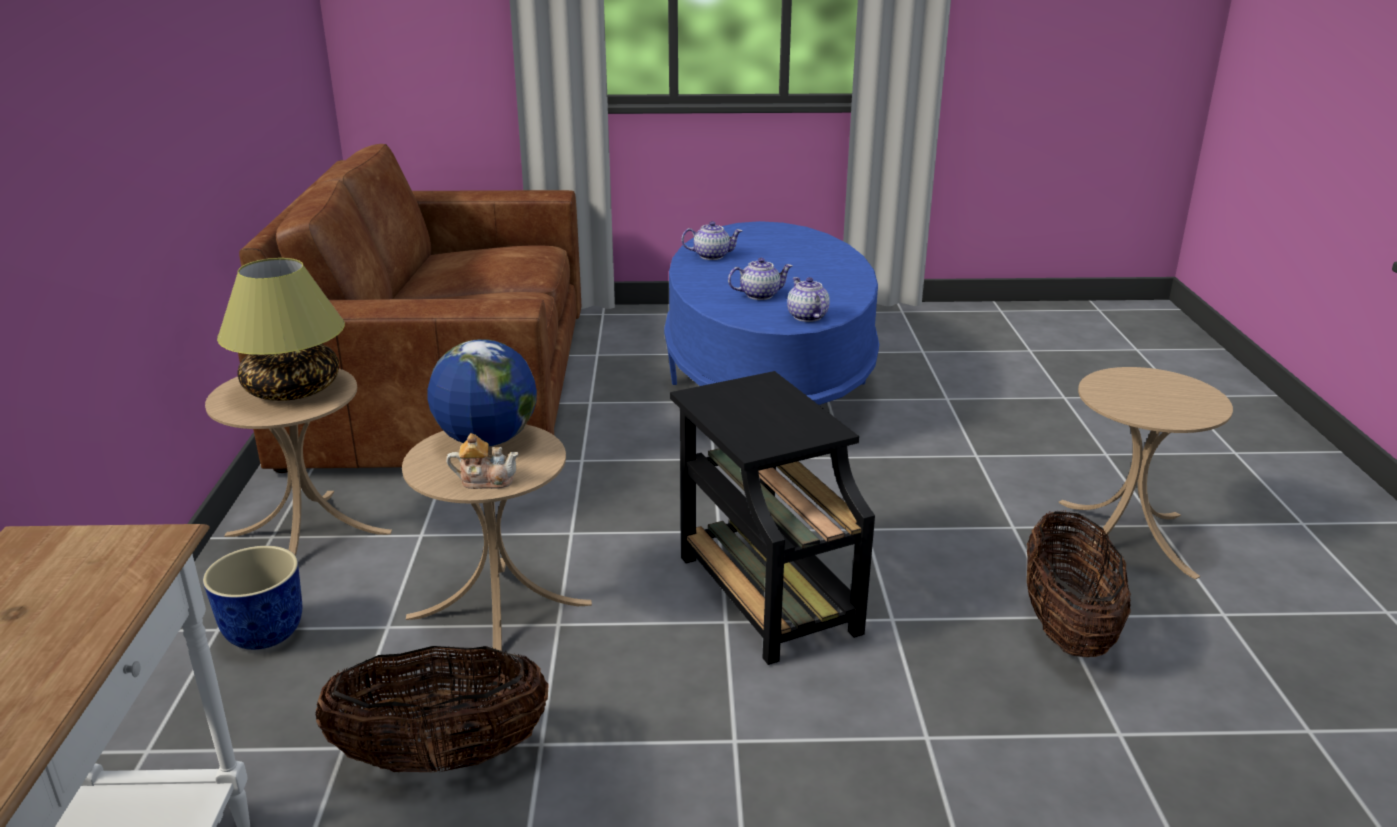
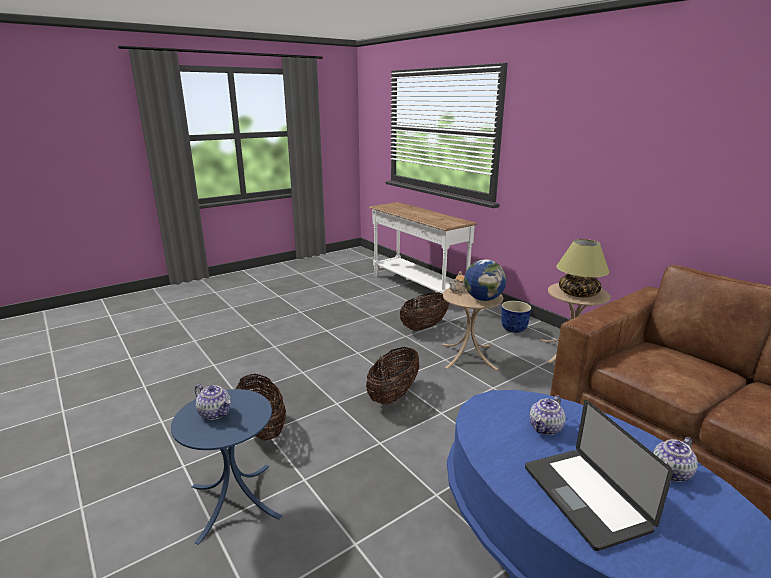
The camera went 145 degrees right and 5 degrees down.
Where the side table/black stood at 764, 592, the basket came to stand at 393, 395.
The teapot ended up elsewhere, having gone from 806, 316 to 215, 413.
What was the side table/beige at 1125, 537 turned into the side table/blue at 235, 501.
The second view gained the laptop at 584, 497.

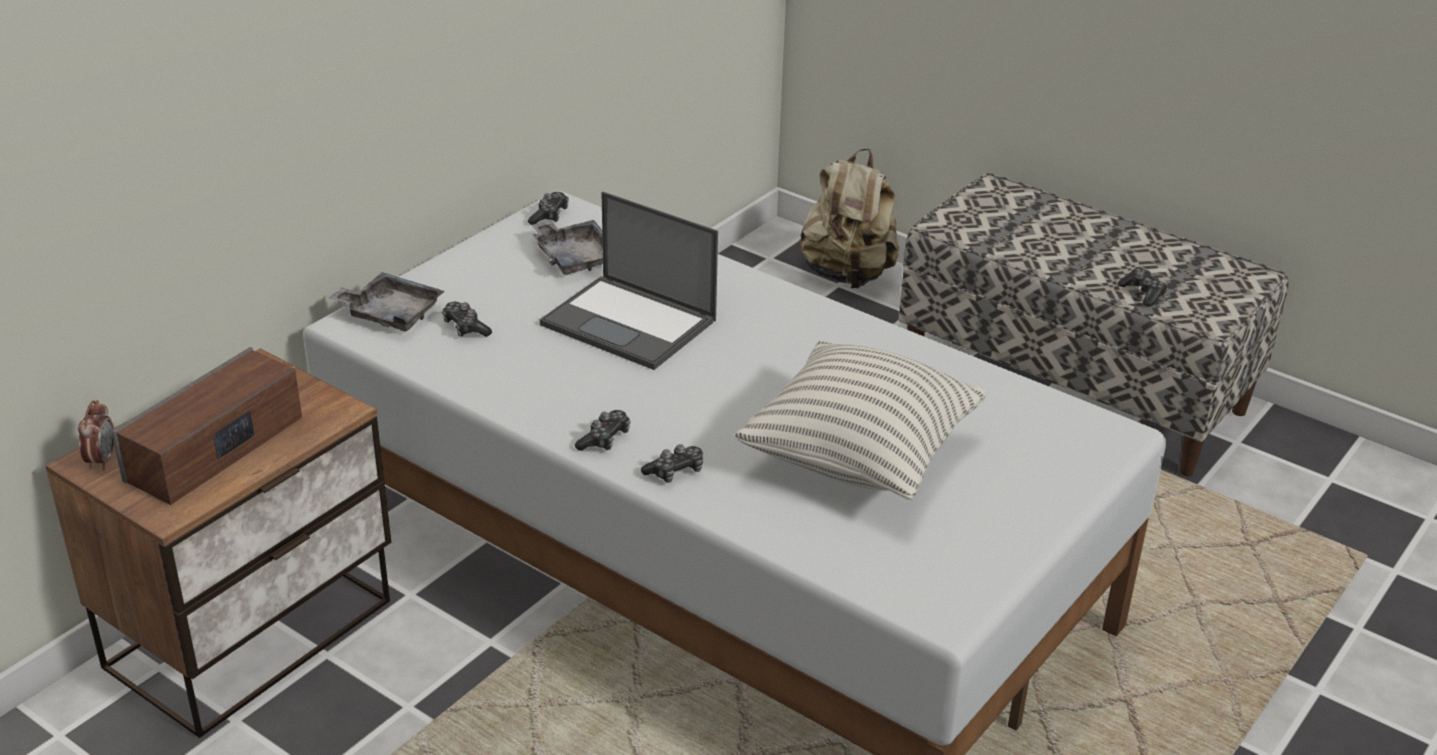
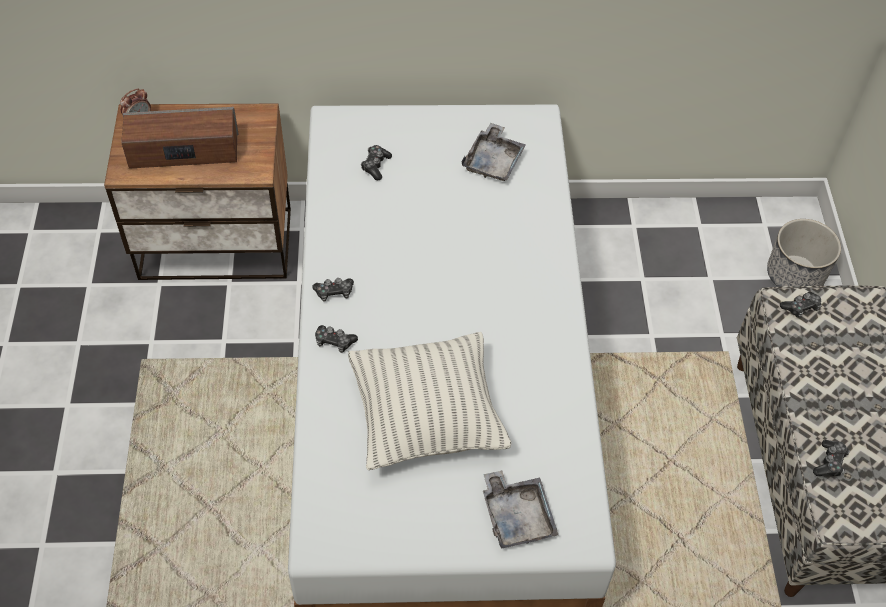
The camera went 50 degrees right and 20 degrees up.
The tray/grey ended up elsewhere, having gone from 390, 313 to 517, 515.
The game controller ended up elsewhere, having gone from 549, 216 to 800, 307.
The second view lost the laptop at 631, 323.
Where the backpack/beige stood at 848, 275, the planter came to stand at 795, 275.

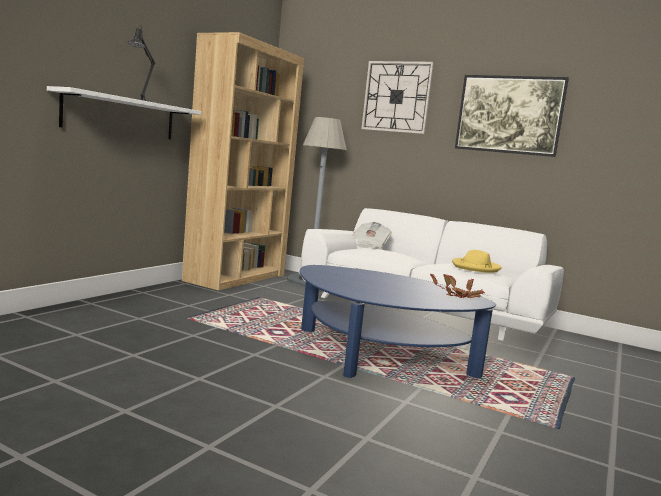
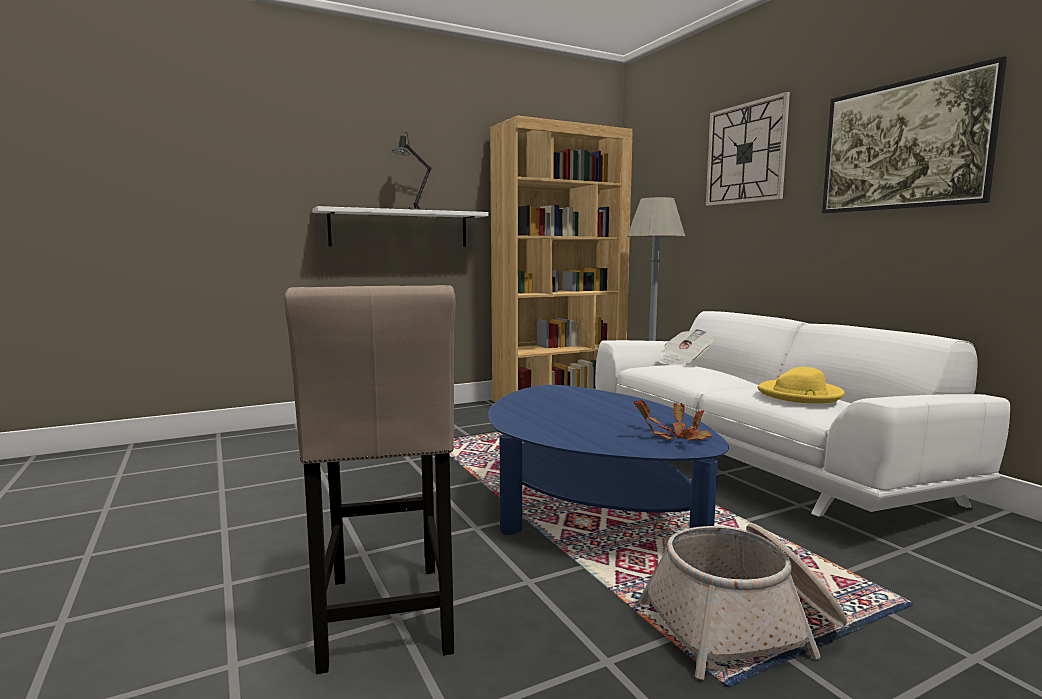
The camera went 35 degrees right and 0 degrees up.
The second view gained the stool/beige at 385, 621.
The second view gained the basket at 743, 626.

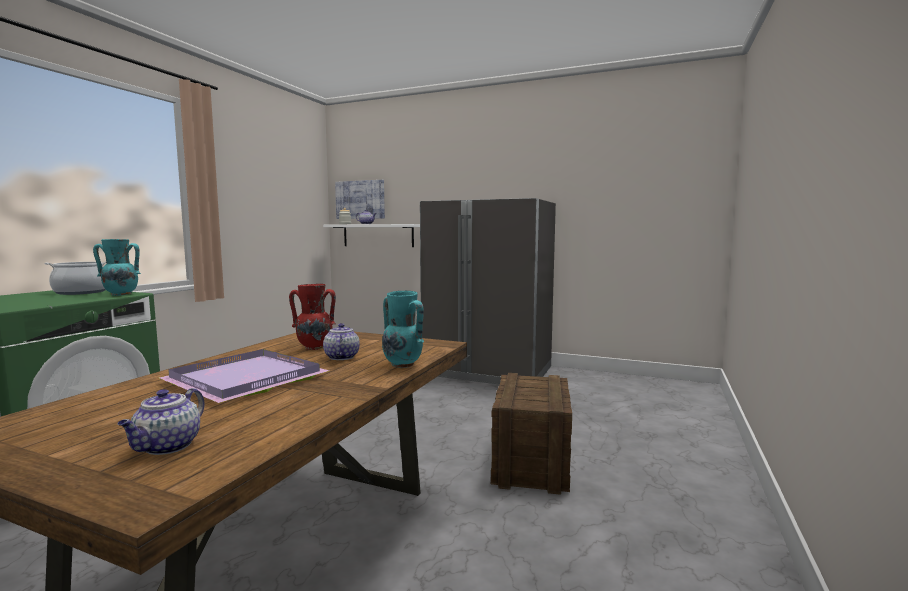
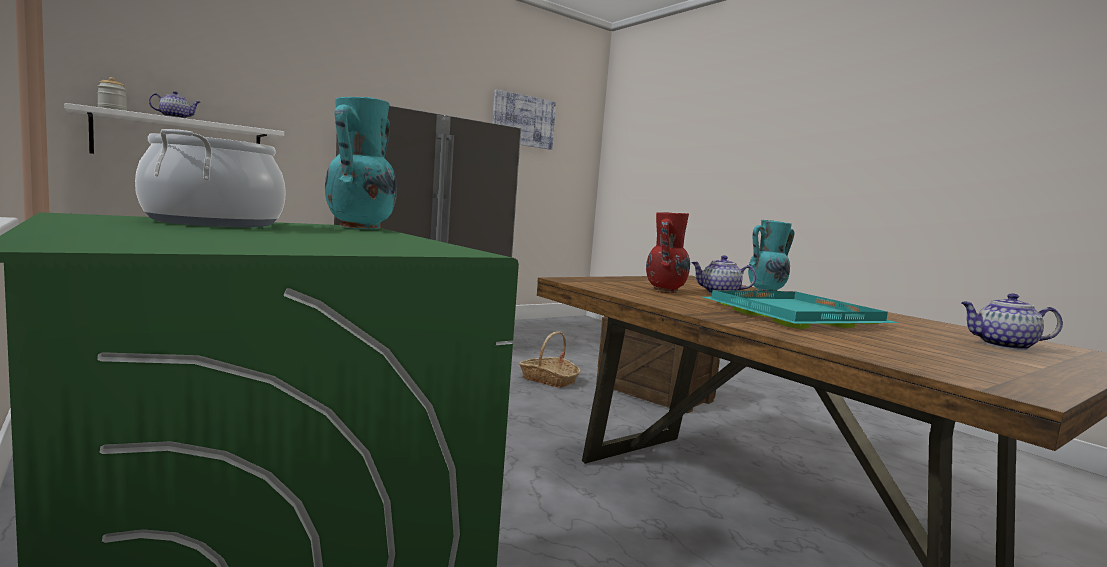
The camera went 60 degrees left and 0 degrees up.
The teapot at 167, 447 ended up facing another way, 150 degrees clockwise from before.
What was the tray/purple at 243, 379 turned into the tray/turquoise at 793, 315.
The picture ended up elsewhere, having gone from 360, 199 to 523, 121.
The second view gained the basket at 549, 380.

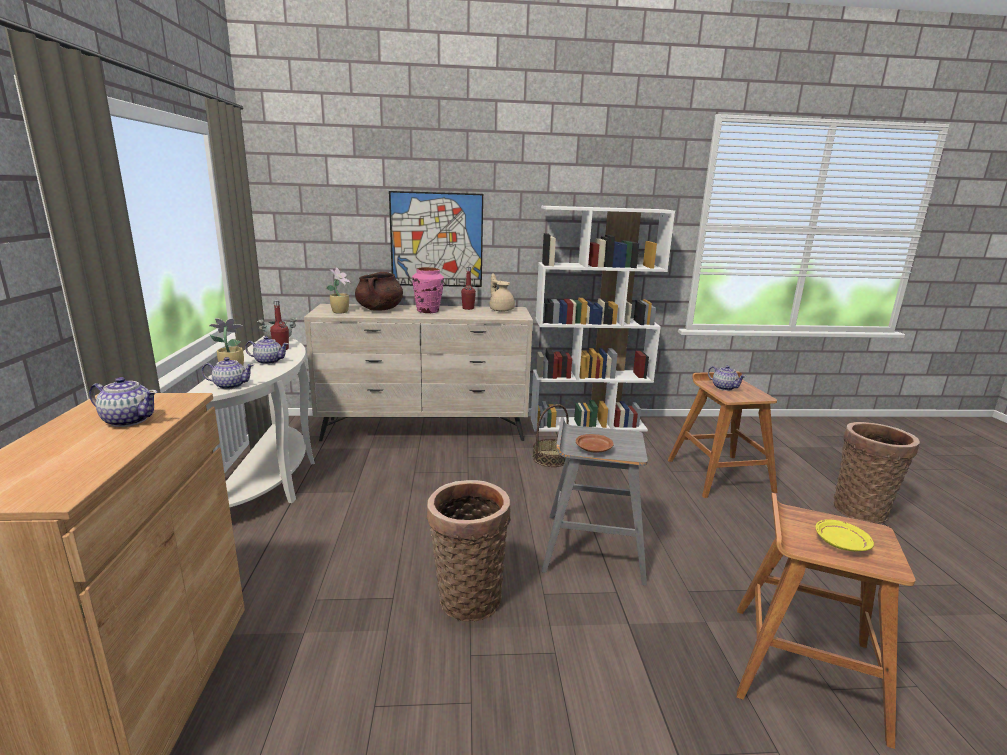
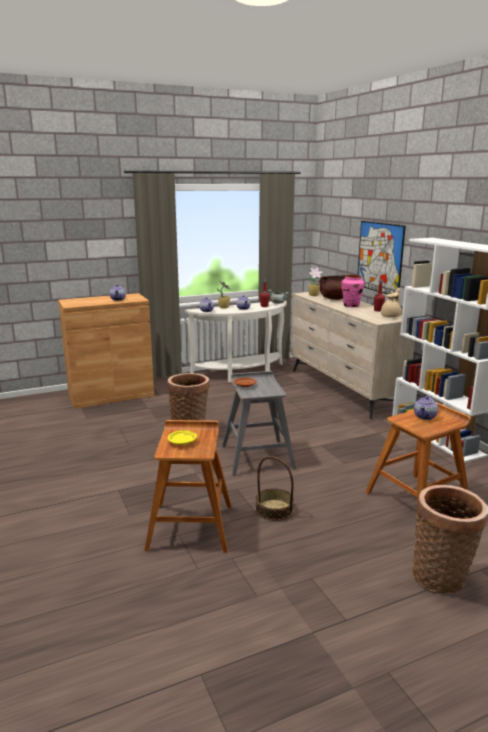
The camera went 70 degrees right and 0 degrees up.
The basket ended up elsewhere, having gone from 550, 458 to 274, 509.

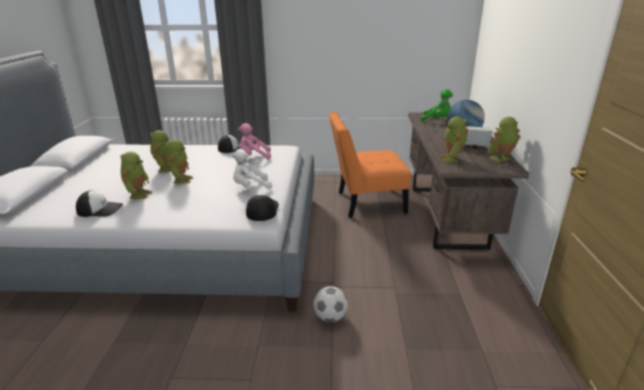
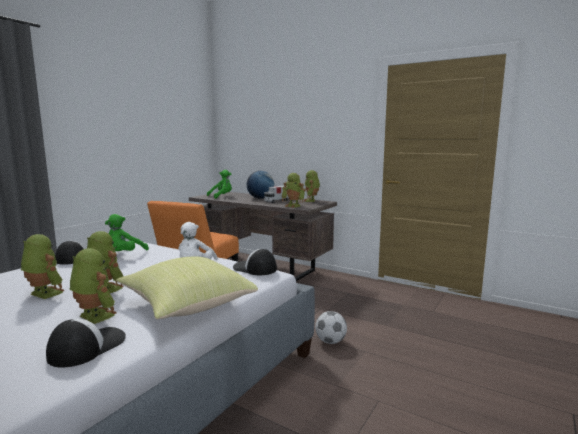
The camera went 60 degrees left and 15 degrees down.
What was the plush toy/pink at 254, 157 turned into the plush toy/green at 124, 254.
The second view gained the pillow/yellow at 185, 306.

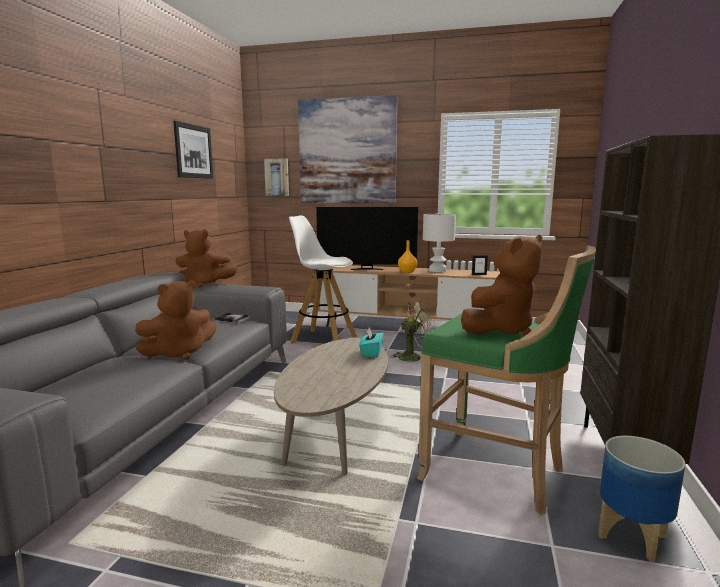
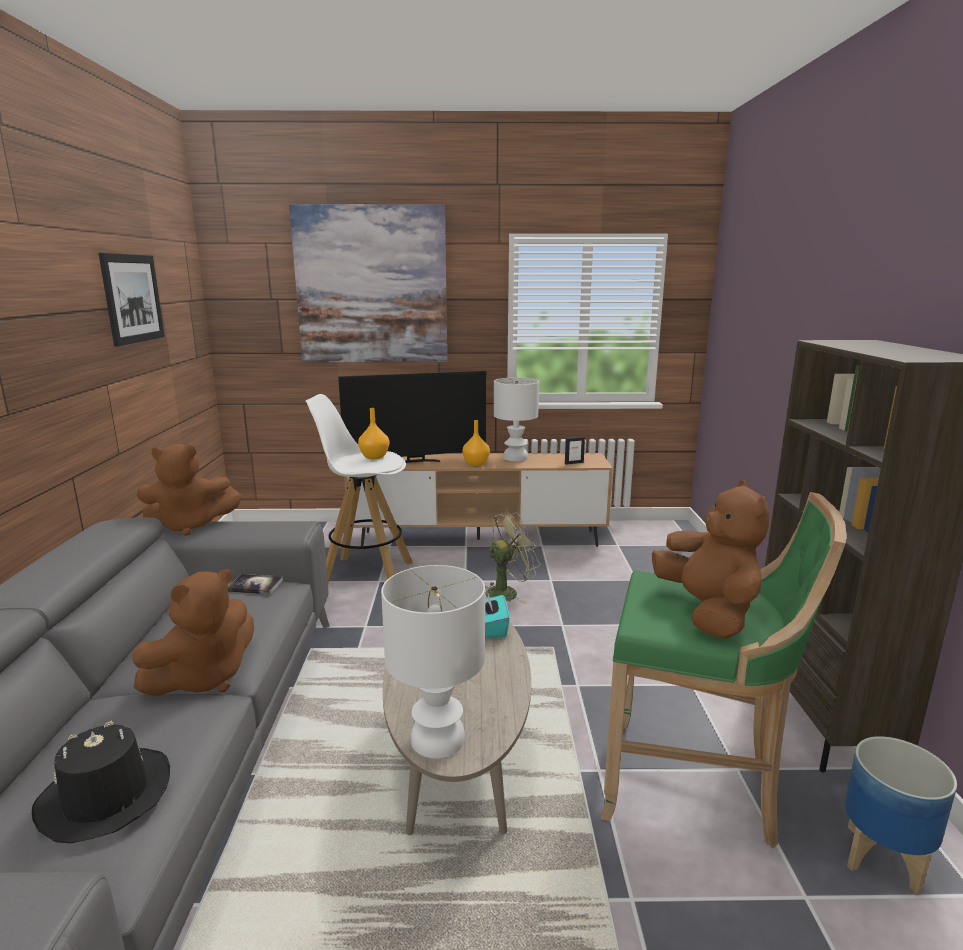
The camera went 15 degrees left and 5 degrees up.
The second view lost the picture at 277, 177.
The plush toy/brown at 500, 330 ended up facing another way, 45 degrees counterclockwise from before.
The second view gained the hat/black at 105, 797.
The second view gained the vase/orange at 374, 457.
The second view gained the table lamp/white at 437, 740.

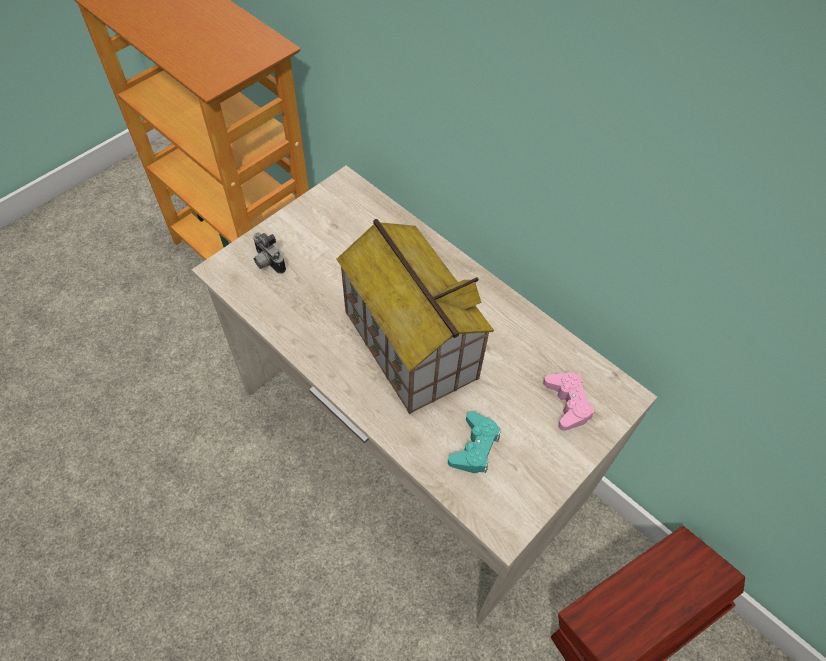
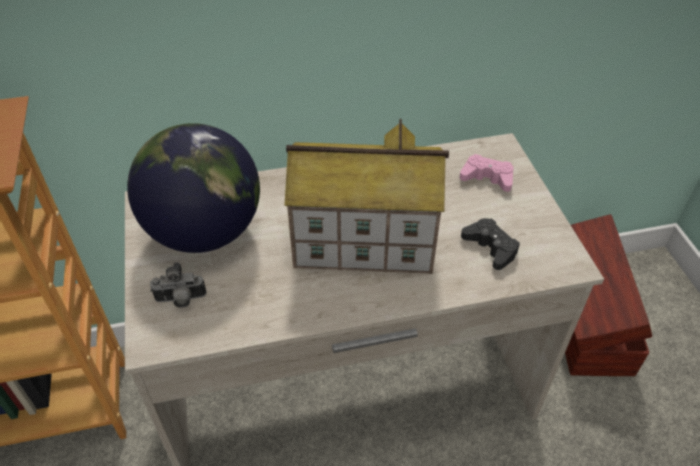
The camera went 55 degrees left and 10 degrees down.
What was the game controller/turquoise at 474, 447 turned into the game controller/black at 490, 248.
The second view gained the globe at 205, 231.

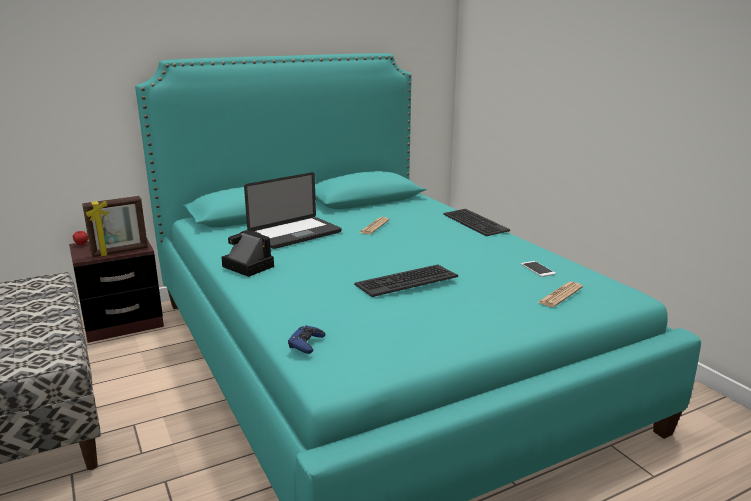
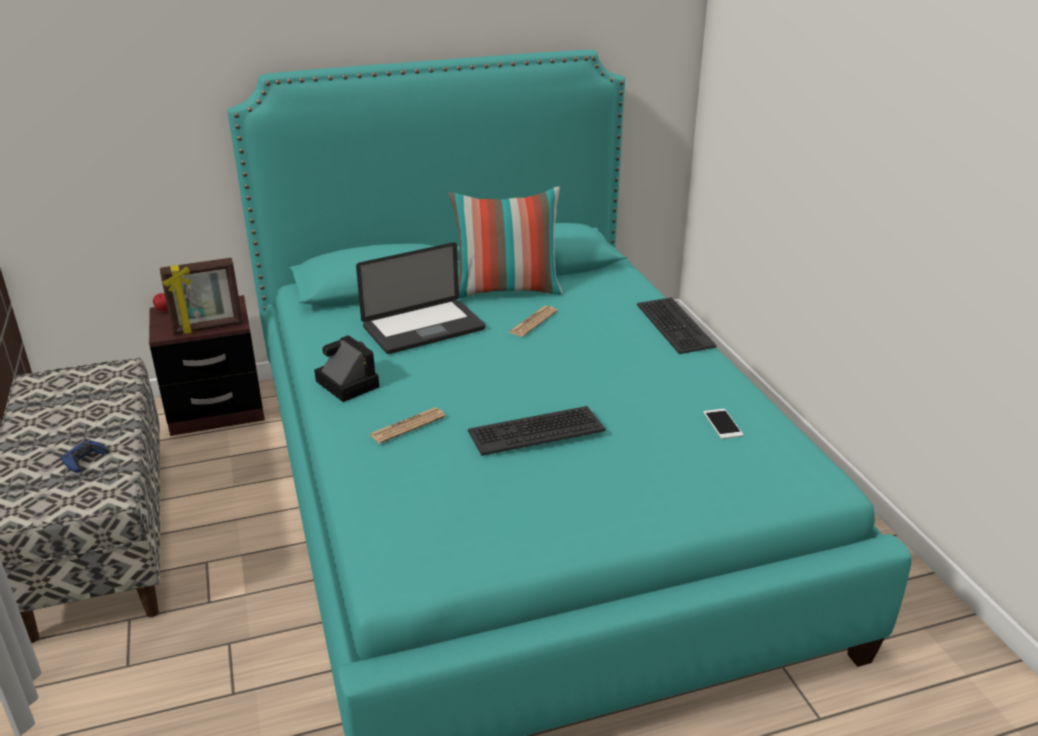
The camera went 10 degrees right and 10 degrees up.
The game controller/blue ended up elsewhere, having gone from 306, 343 to 84, 460.
The newspaper ended up elsewhere, having gone from 560, 295 to 407, 426.
The second view gained the pillow at 507, 290.

